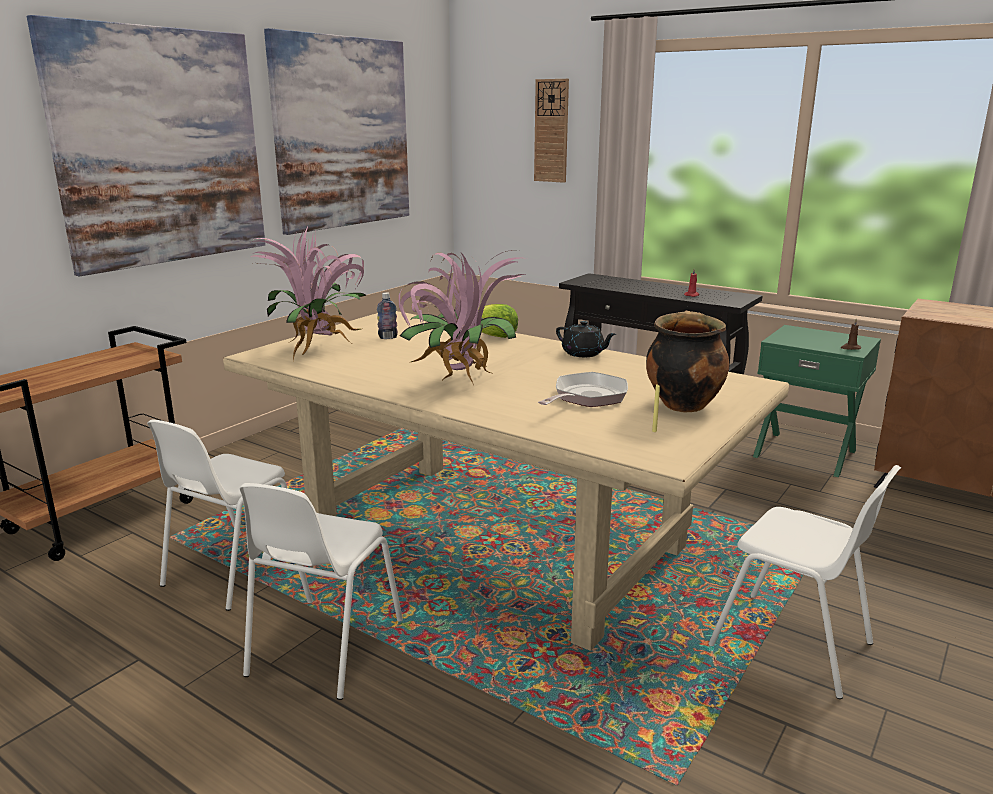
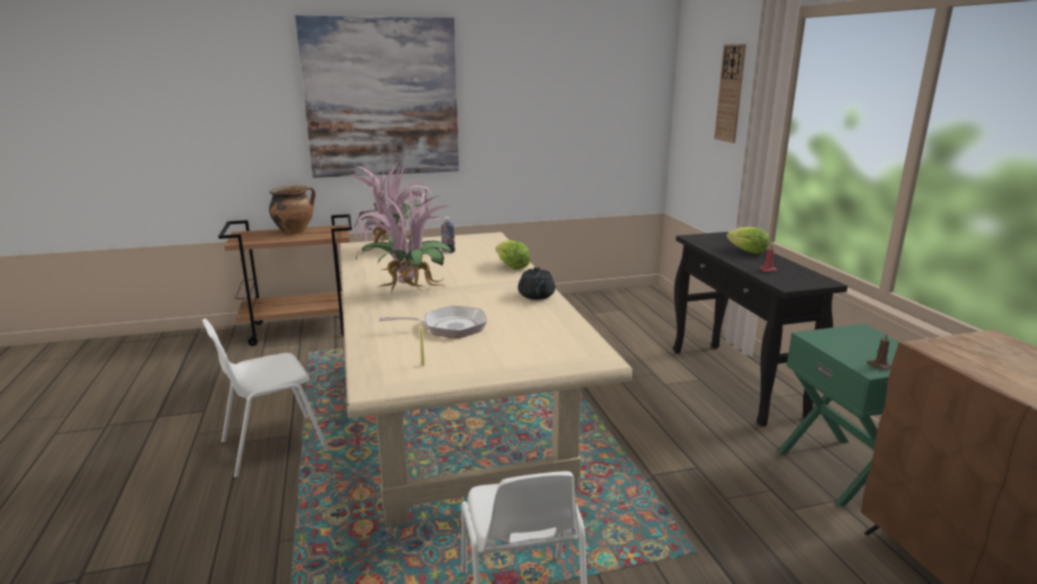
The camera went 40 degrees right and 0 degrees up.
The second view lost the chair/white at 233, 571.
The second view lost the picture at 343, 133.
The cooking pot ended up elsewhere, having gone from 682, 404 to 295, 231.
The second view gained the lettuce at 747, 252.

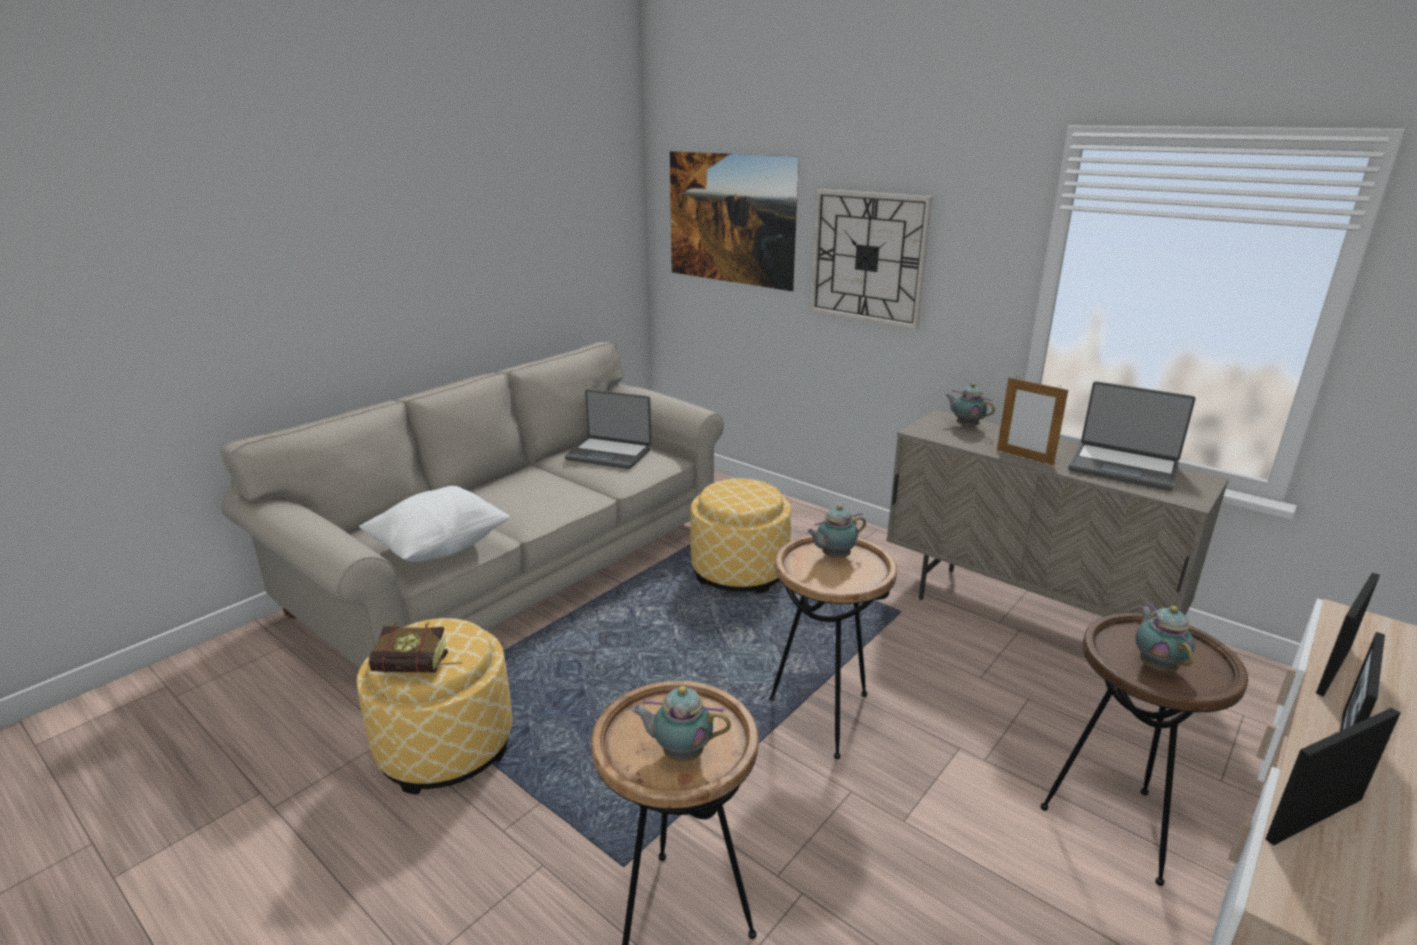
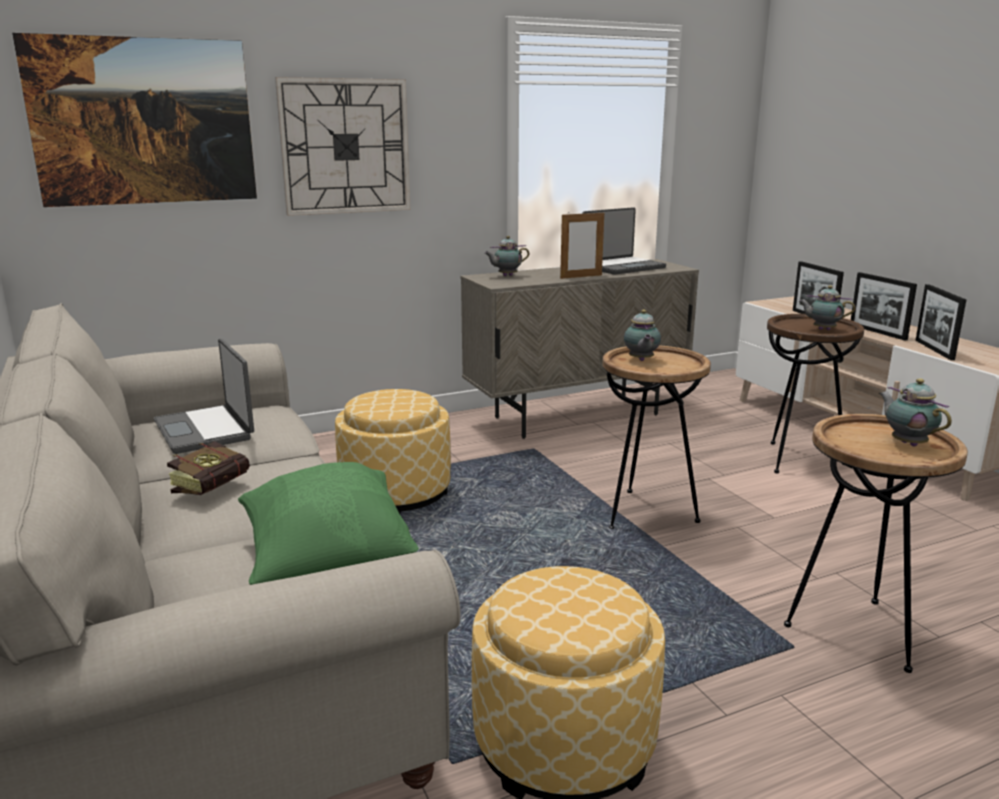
The camera went 65 degrees left and 5 degrees down.
What was the pillow/white at 440, 547 turned into the pillow/green at 327, 562.
The book ended up elsewhere, having gone from 420, 670 to 217, 487.
The laptop at 609, 454 ended up facing another way, 105 degrees clockwise from before.
The teapot at 680, 753 ended up facing another way, 120 degrees clockwise from before.

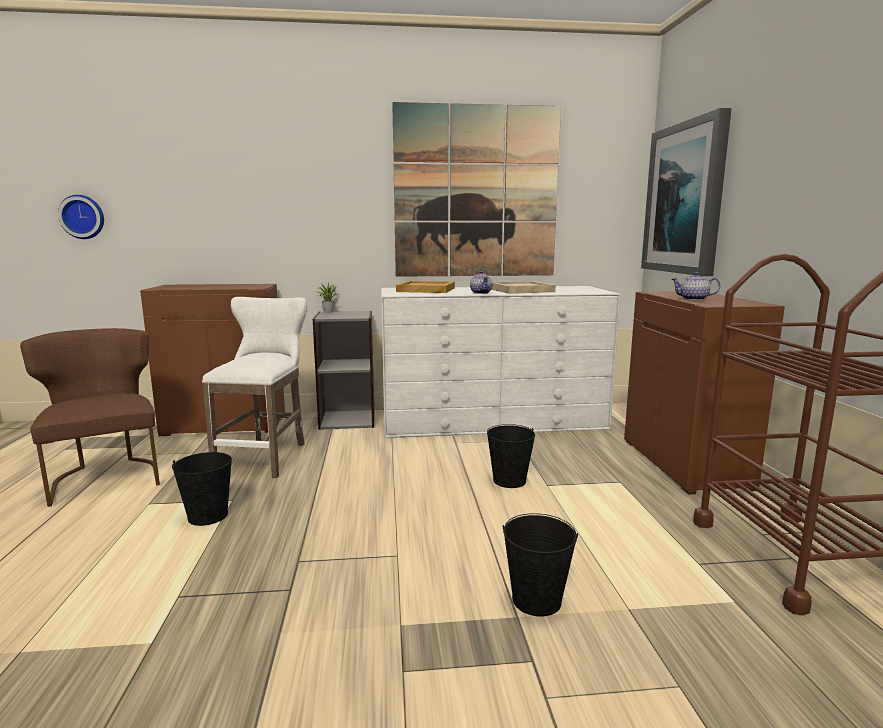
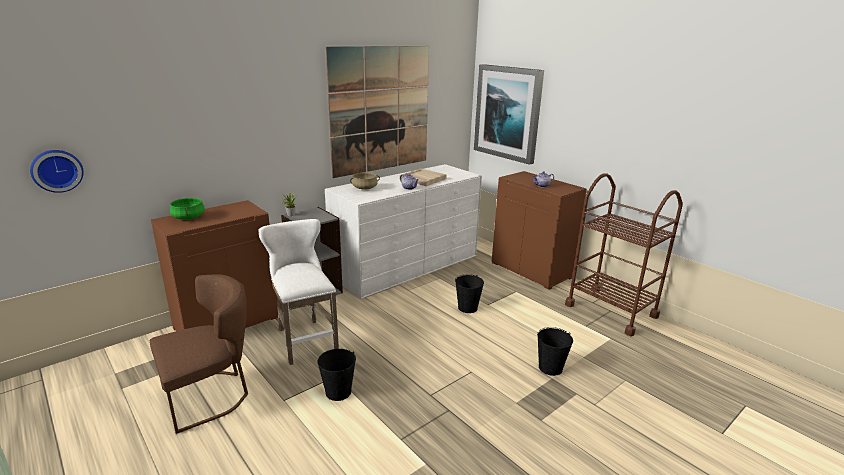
The camera went 35 degrees left and 10 degrees up.
The chair/brown at 106, 476 ended up facing another way, 120 degrees clockwise from before.
Where the tray/beige stood at 425, 290, the cooking pot/beige came to stand at 364, 188.
The second view gained the cooking pot/green at 189, 218.

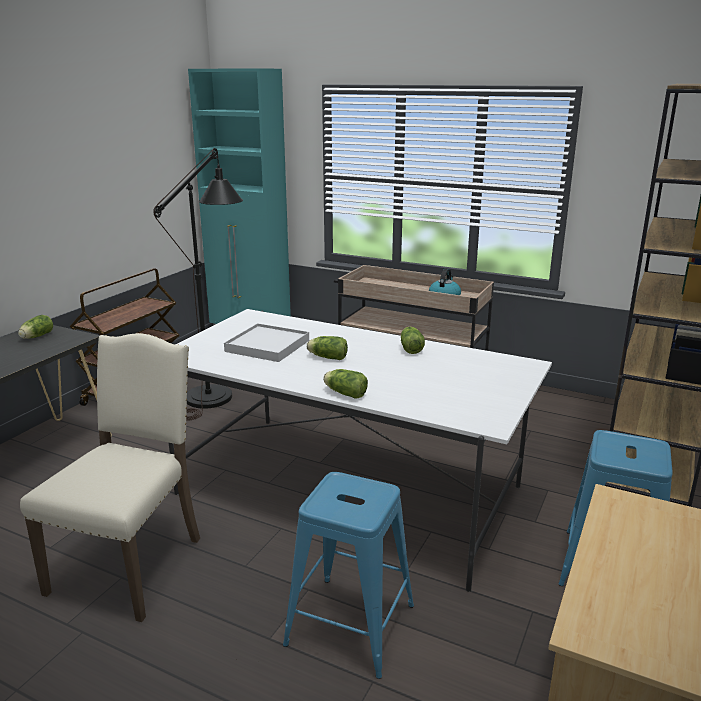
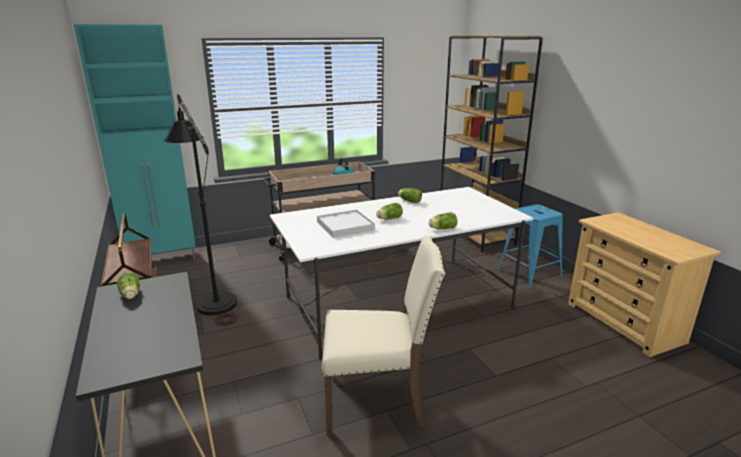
The camera went 50 degrees left and 0 degrees up.
The chair/beige at 131, 564 ended up facing another way, 120 degrees clockwise from before.
The second view lost the stool/blue at 351, 624.

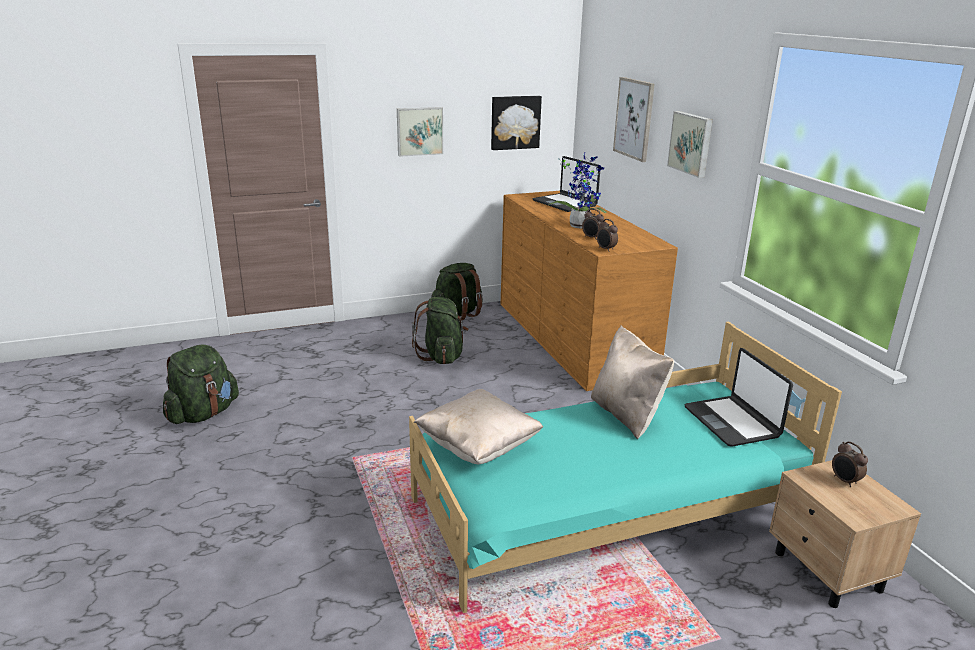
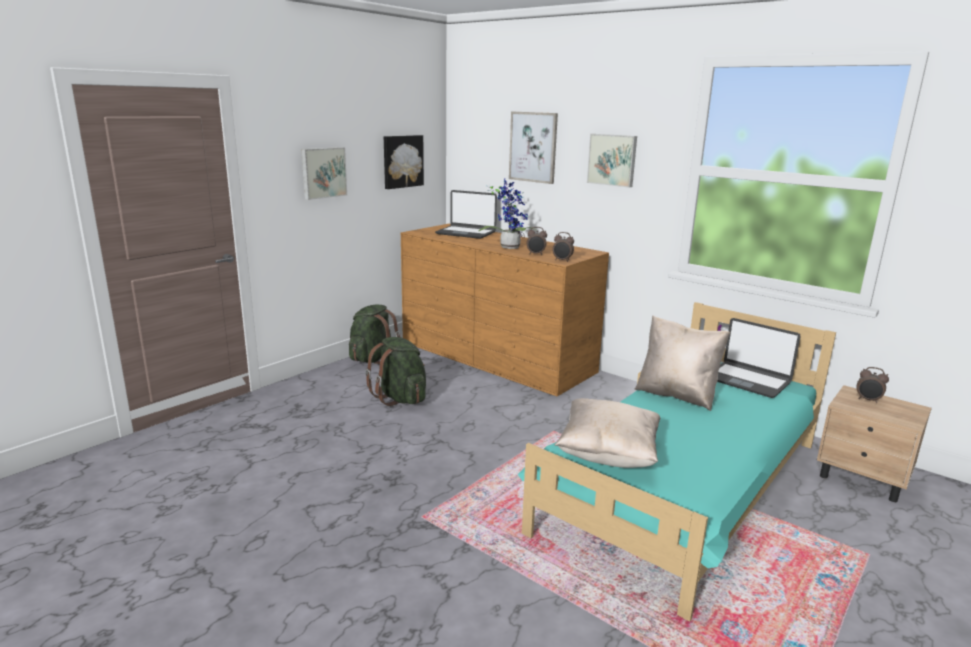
The camera went 30 degrees left and 5 degrees down.
The second view lost the backpack/green at 203, 414.

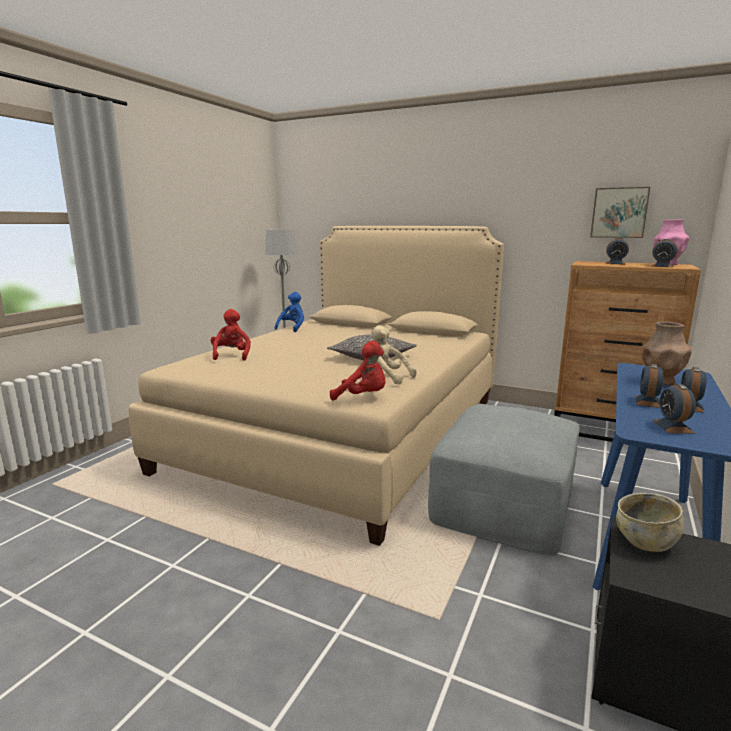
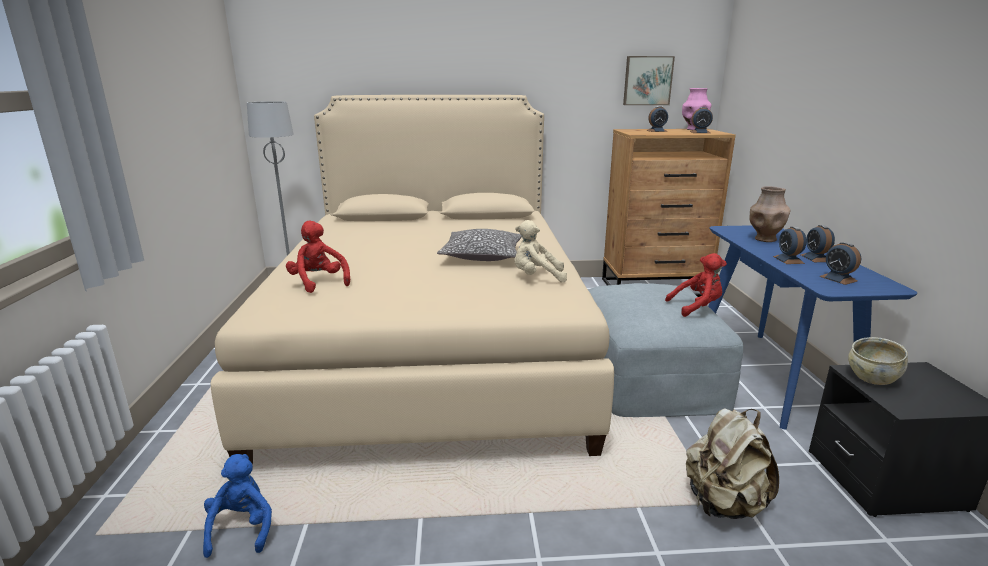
The camera went 30 degrees left and 5 degrees up.
The plush toy/blue ended up elsewhere, having gone from 292, 328 to 242, 528.
The plush toy/red ended up elsewhere, having gone from 363, 397 to 697, 307.
The second view gained the backpack/beige at 723, 504.

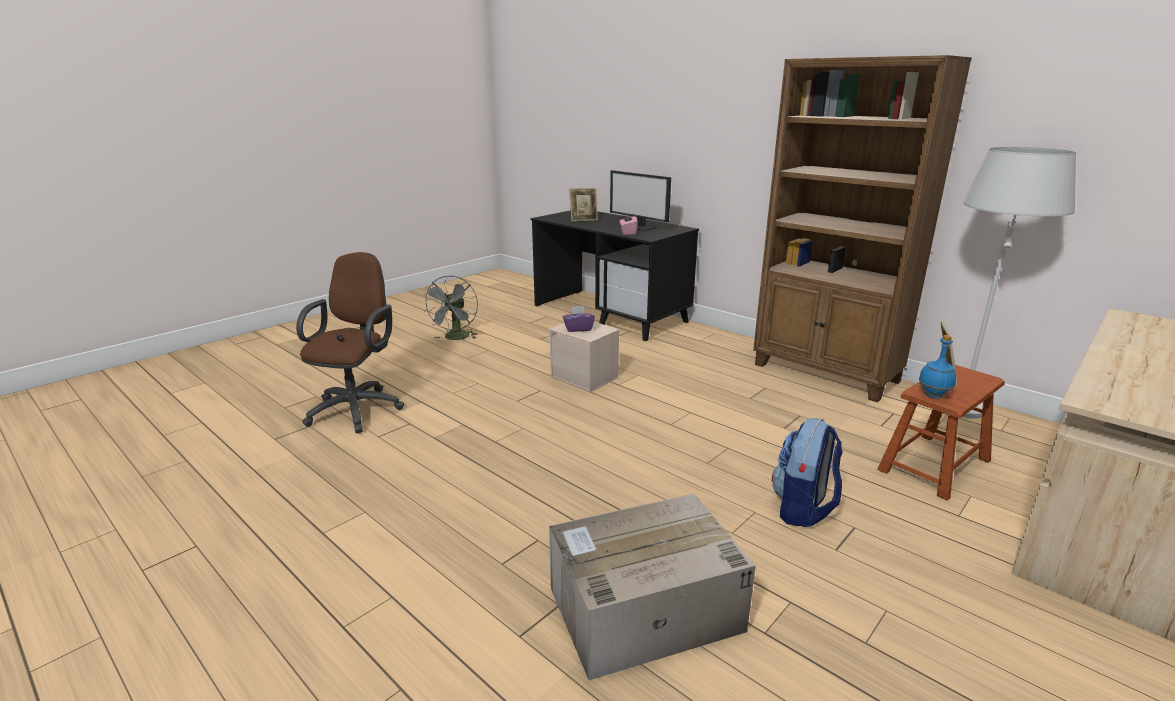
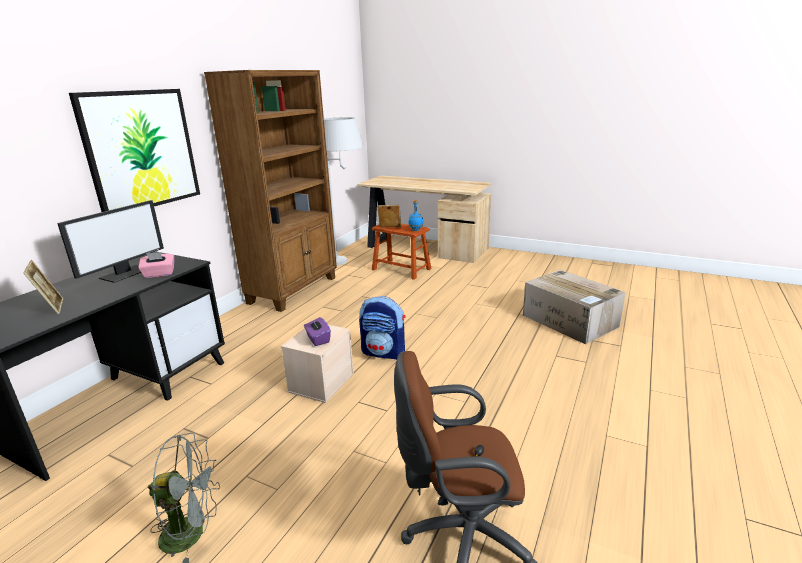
The camera went 105 degrees left and 0 degrees up.
The backpack ended up elsewhere, having gone from 803, 509 to 384, 352.
The second view gained the picture at 141, 150.

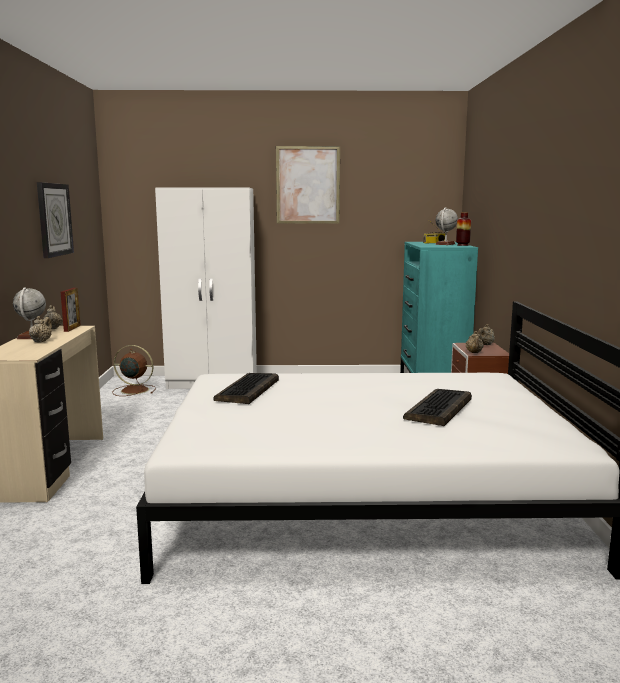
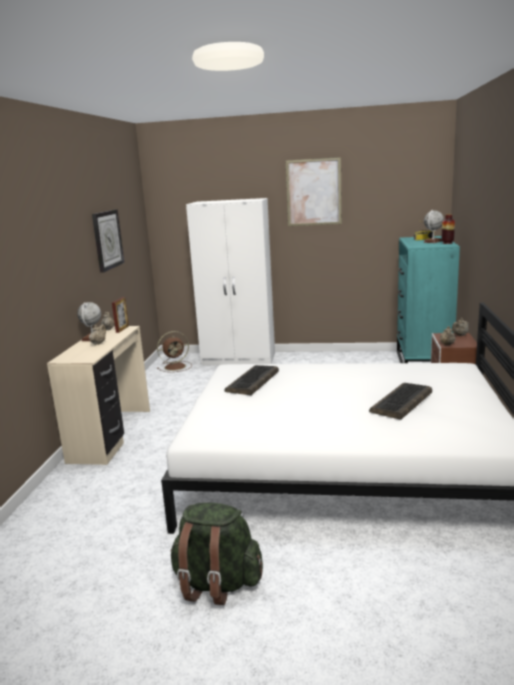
The camera went 10 degrees right and 5 degrees up.
The fan/brown at 133, 390 ended up facing another way, 135 degrees clockwise from before.
The second view gained the backpack/green at 217, 583.

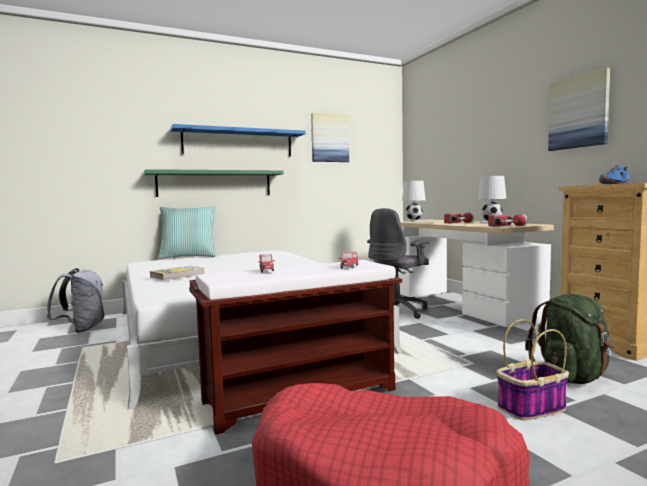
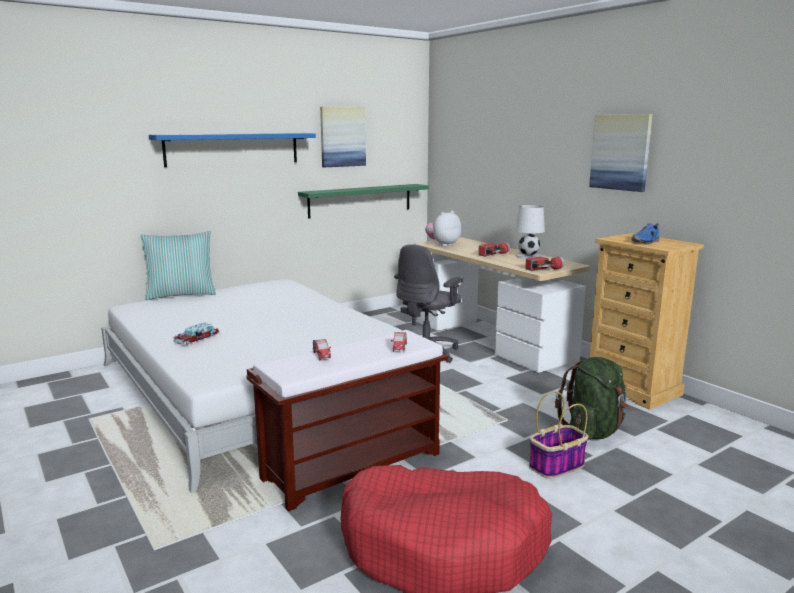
The camera went 10 degrees left and 10 degrees up.
The second view lost the backpack/grey at 81, 329.
The shelf/green ended up elsewhere, having gone from 215, 183 to 360, 200.
Where the book stood at 177, 275, the toy car came to stand at 198, 338.
Where the table lamp/white stood at 413, 221, the plush toy came to stand at 443, 245.

